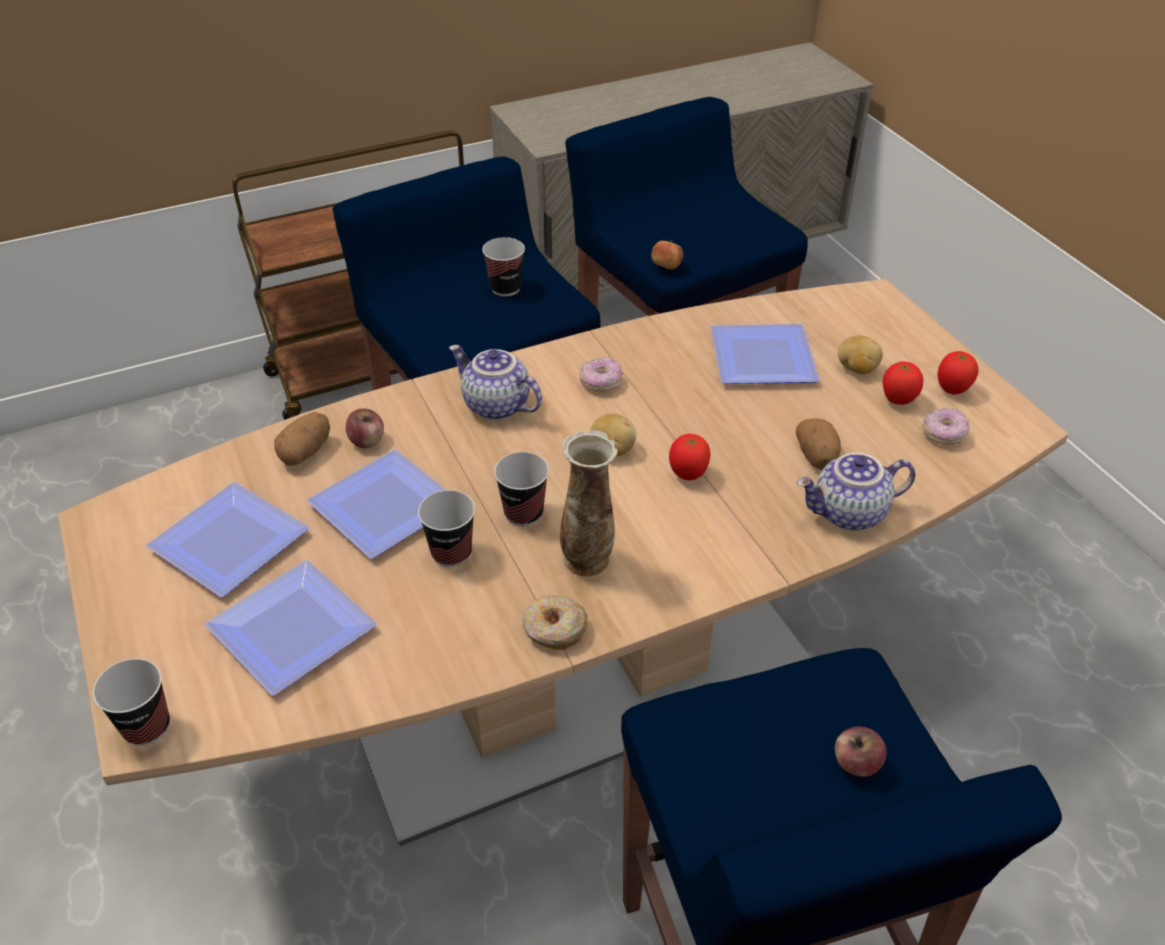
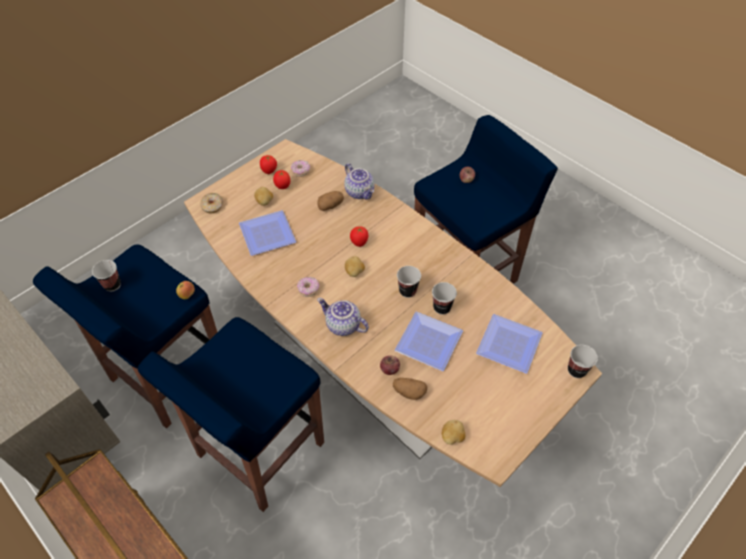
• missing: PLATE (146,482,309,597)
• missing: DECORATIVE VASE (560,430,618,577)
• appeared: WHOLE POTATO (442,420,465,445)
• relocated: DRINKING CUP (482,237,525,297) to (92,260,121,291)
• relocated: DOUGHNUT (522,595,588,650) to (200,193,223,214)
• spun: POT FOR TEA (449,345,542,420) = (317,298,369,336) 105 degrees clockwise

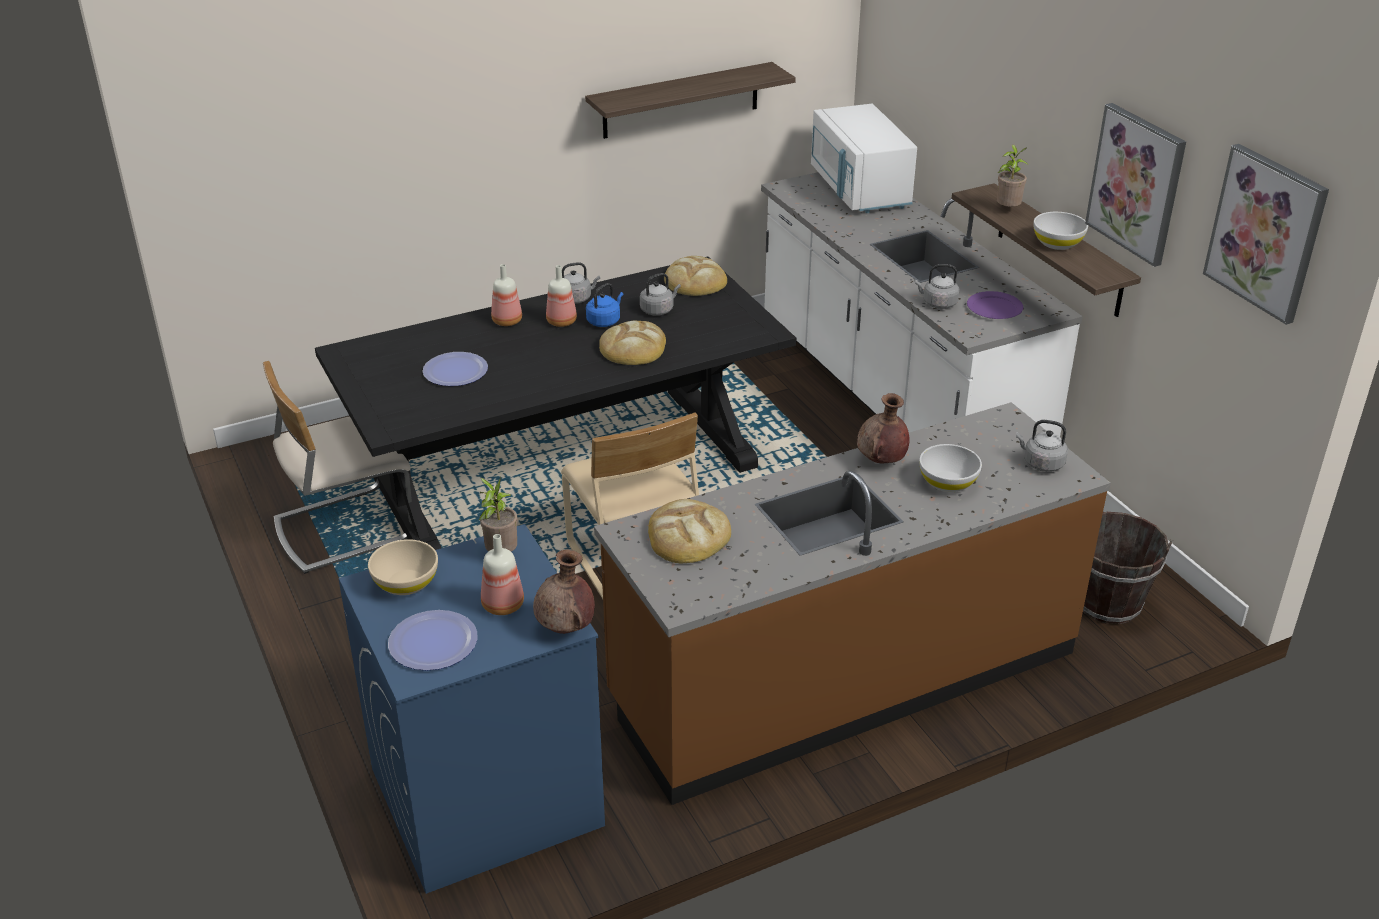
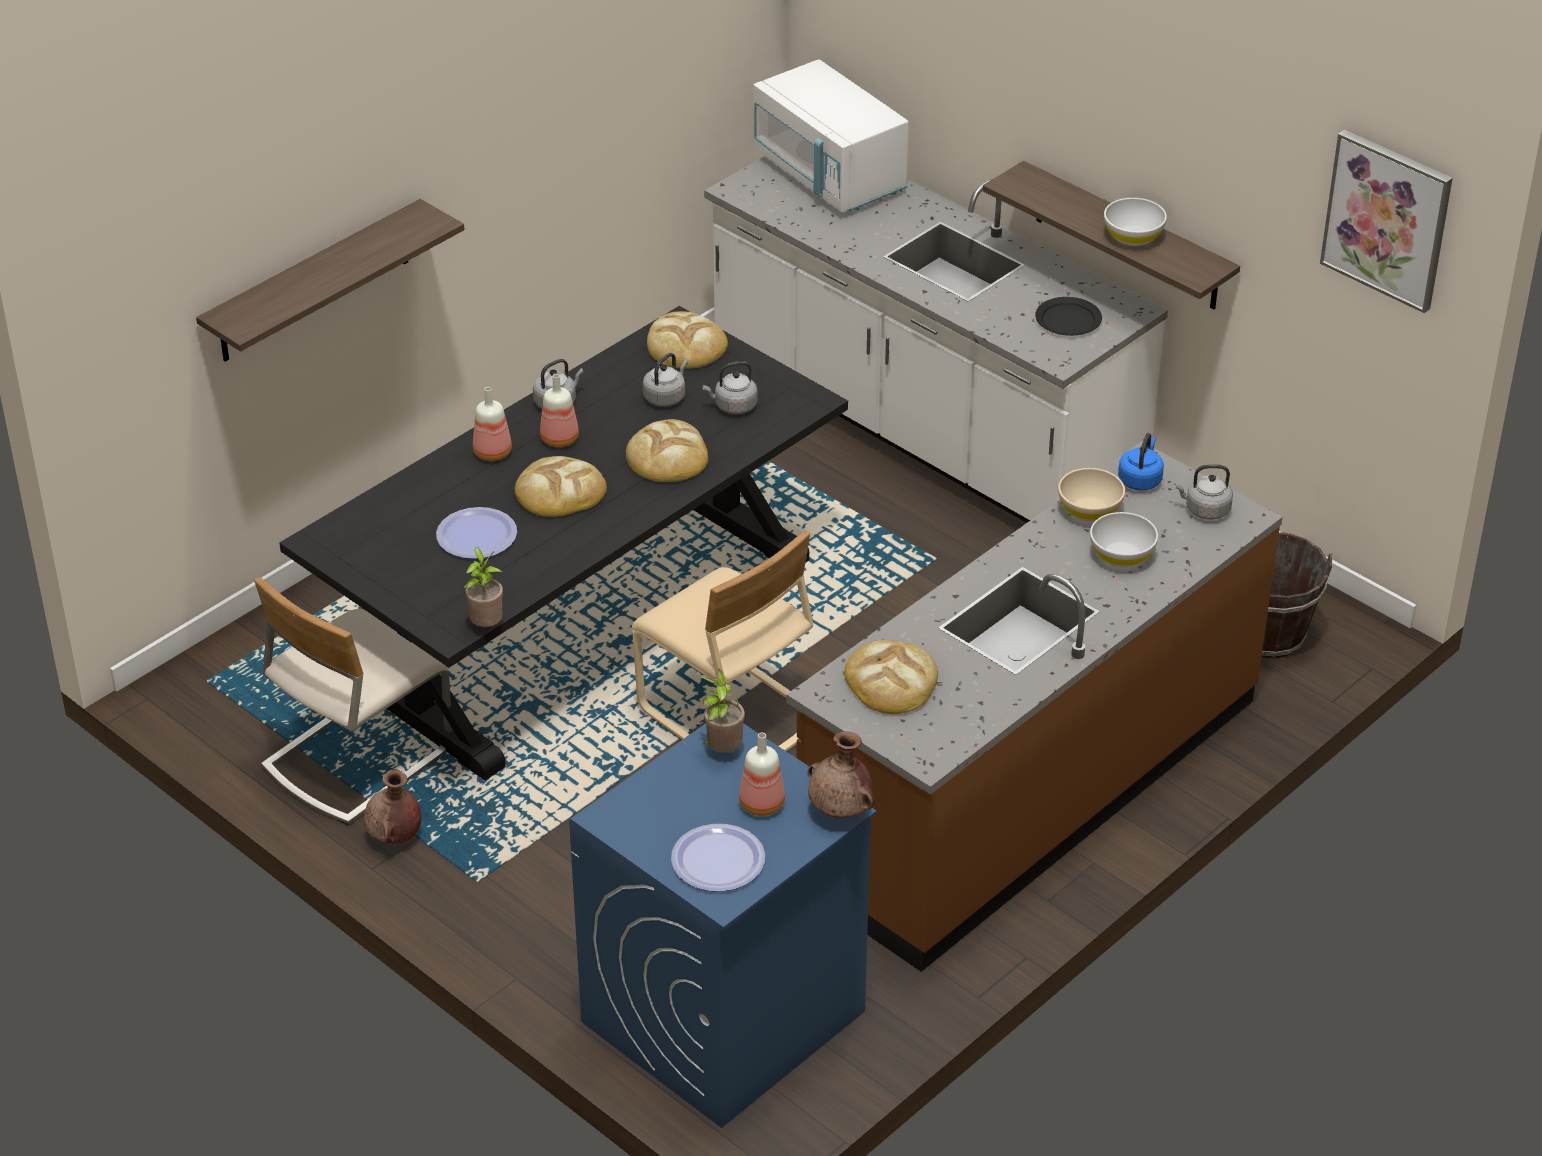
• missing: WALL ART (1085,103,1186,267)
• appeared: BAKERY BREAD (515,456,607,517)
• relocated: BEIGE-COLOURED BOWL (368,539,438,595) to (1058,468,1125,522)
• relocated: BRACKET SHELF (585,62,796,139) to (196,199,464,362)
• relocated: BLUISH TEA KETTLE (586,283,624,327) to (1118,433,1164,491)
• relocated: BROWNISH DECORATIVE VASE (857,393,910,463) to (364,770,421,843)
• relocated: GREY TEA KETTLE (915,264,960,309) to (702,361,758,414)
• relocated: POTTED PLANT (997,144,1029,207) to (464,547,503,627)
• colour: PURPLISH PLATE (967,291,1023,319) to BLACK-COLOURED PLATE (1035,297,1102,336)

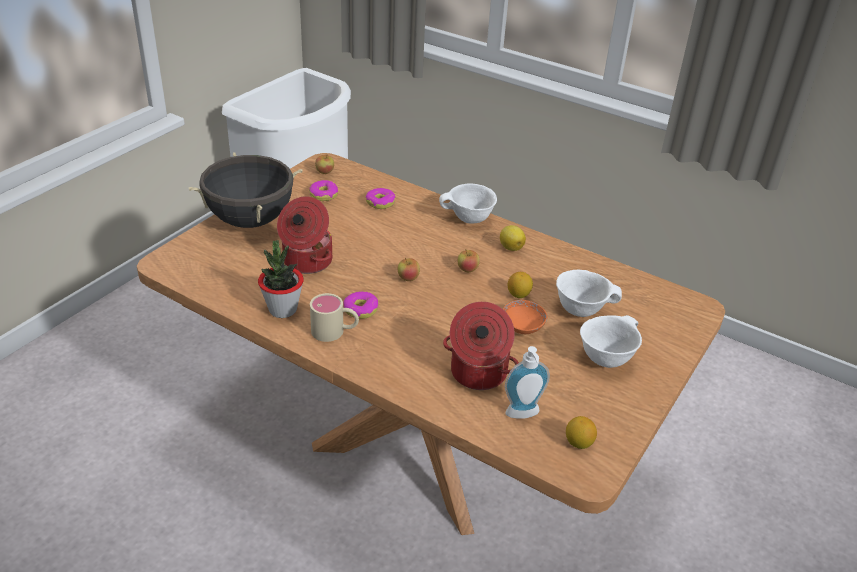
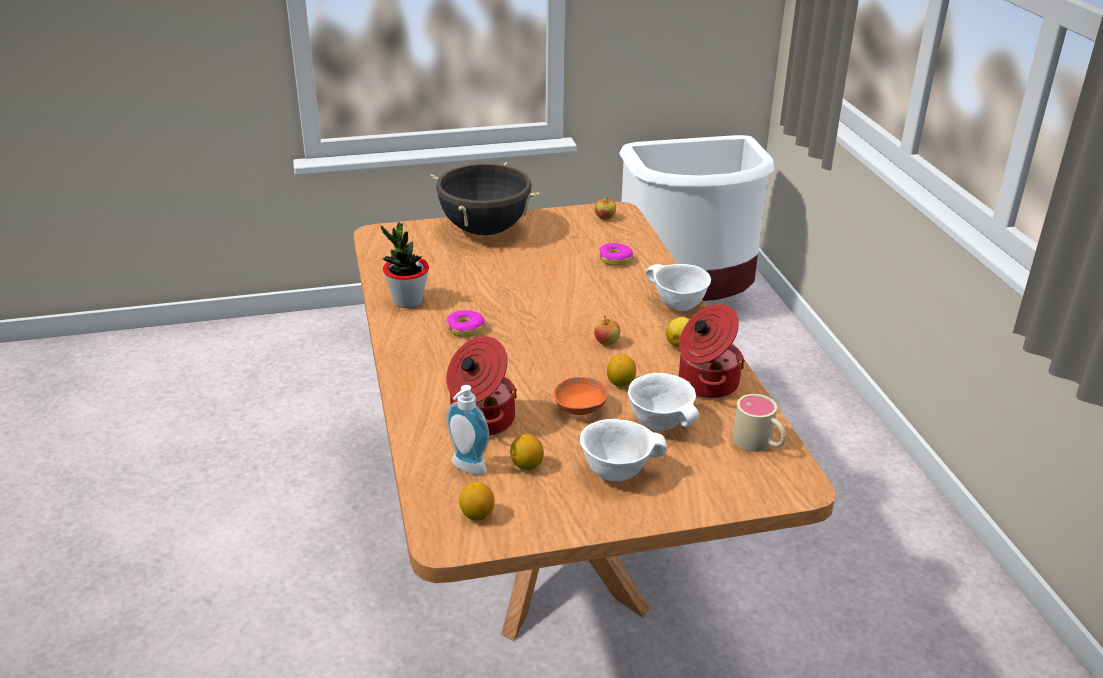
• missing: DOUGHNUT (309,180,338,201)
• missing: APPLE FRUIT (398,258,420,281)
• appeared: LEMON (510,434,544,470)
• relocated: COOKING POT (277,196,332,274) to (679,304,745,398)
• relocated: BEIGE-COLOURED TEA MUG (310,293,359,342) to (733,394,786,452)

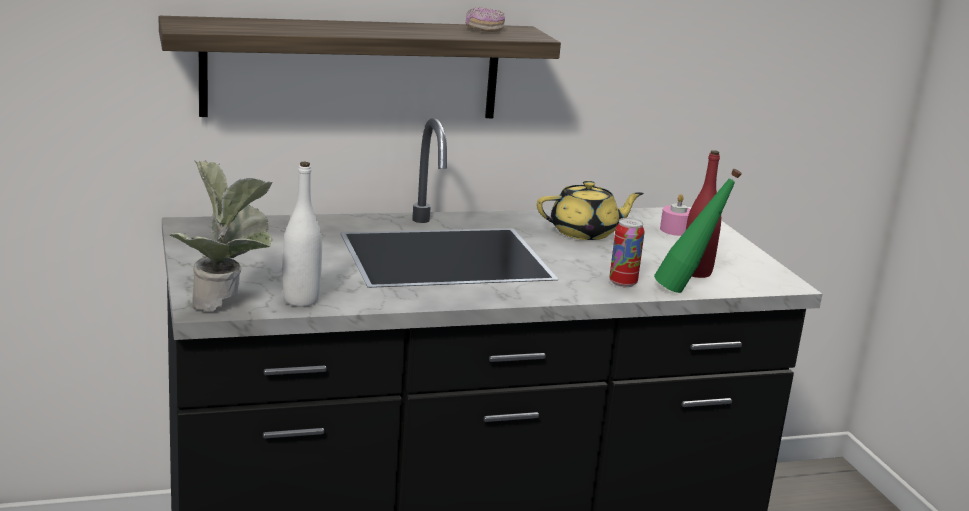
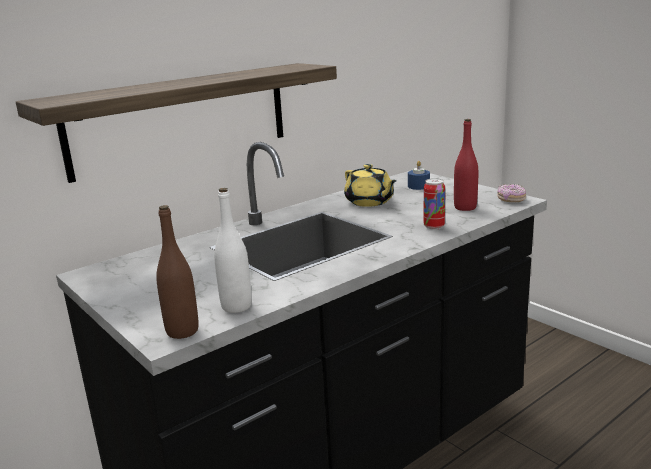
• missing: GREEN BEVERAGE BOTTLE (654,169,742,293)
• relocated: DOUGHNUT (465,7,505,32) to (497,184,526,202)
• exchanged: POTTED PLANT (170,160,273,311) to BROWNISH BEVERAGE BOTTLE (156,205,199,339)
• colour: PINKISH WAX LIGHT (660,194,690,236) to BLUISH WAX LIGHT (408,161,430,190)
• spun: YELLOW-COLOURED POT FOR TEA (537,181,644,240) = (344,164,397,207) 90 degrees clockwise

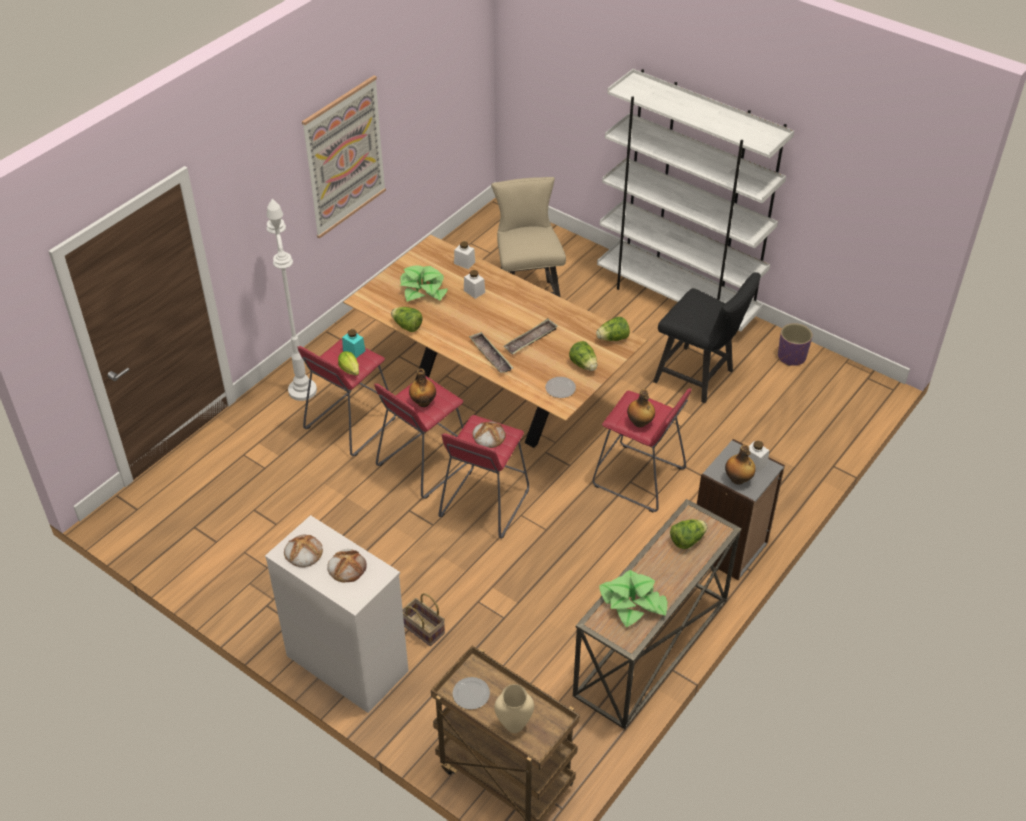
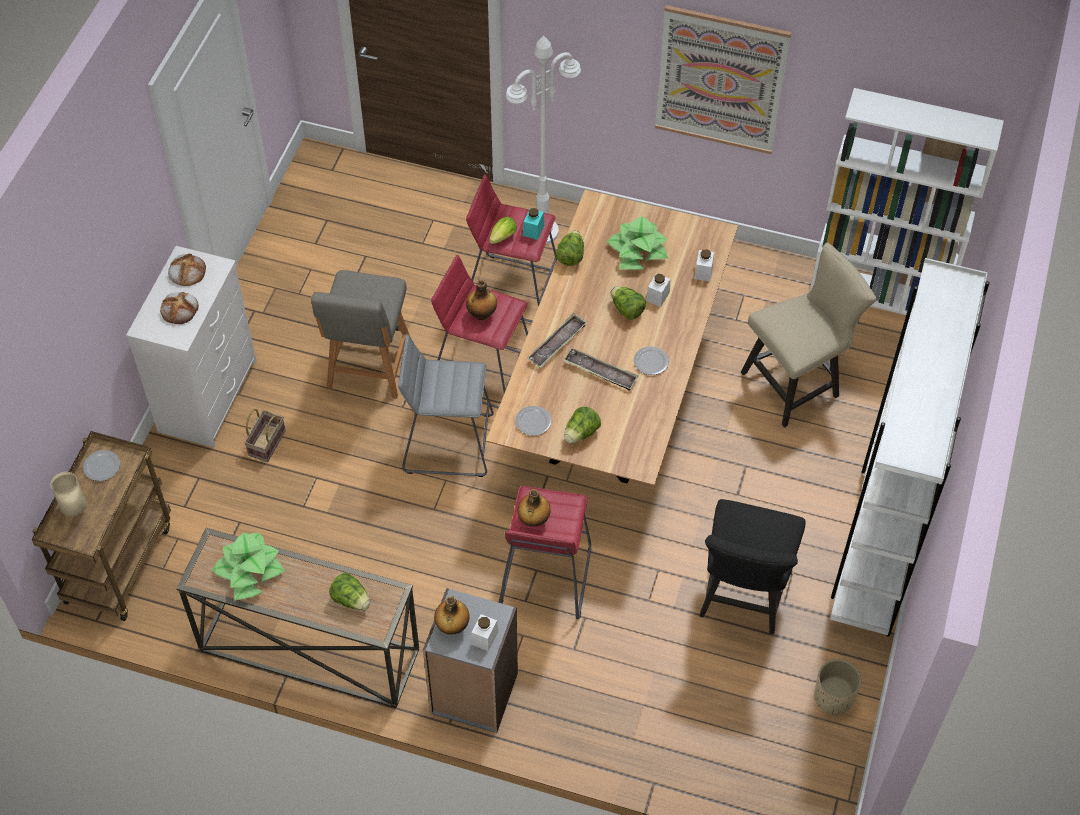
• missing: BAKERY BREAD (472,421,506,448)
• appeared: GREY CHAIR (311,270,410,399)
• appeared: PLATE (634,346,669,375)
• appeared: WHITISH SHELVING UNIT (809,88,1004,315)
• relocated: LETTUCE HEAD (596,317,630,341) to (611,286,646,320)
• colour: REDDISH STOOL (438,415,529,539) to GREY STOOL (398,334,494,477)
• colour: PURPLISH FLOWER POT (778,323,813,366) to BEIGE-COLOURED FLOWER POT (814,659,862,715)

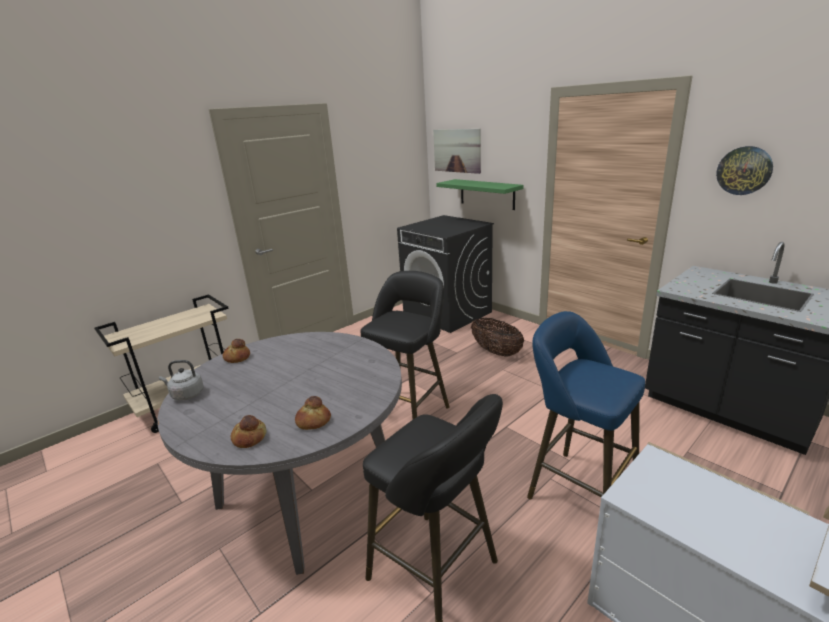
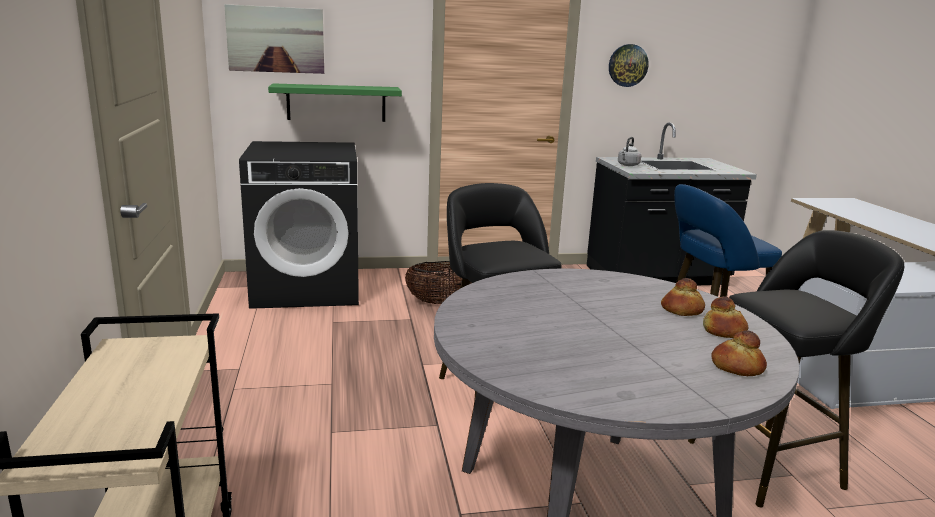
• relocated: GREY TEA KETTLE (159,360,204,401) to (618,137,641,166)
• relocated: BAKERY BREAD (223,339,250,363) to (661,278,705,316)

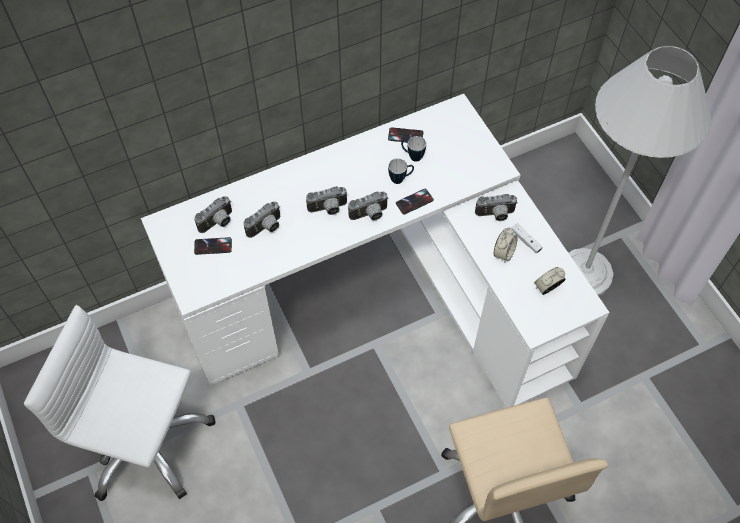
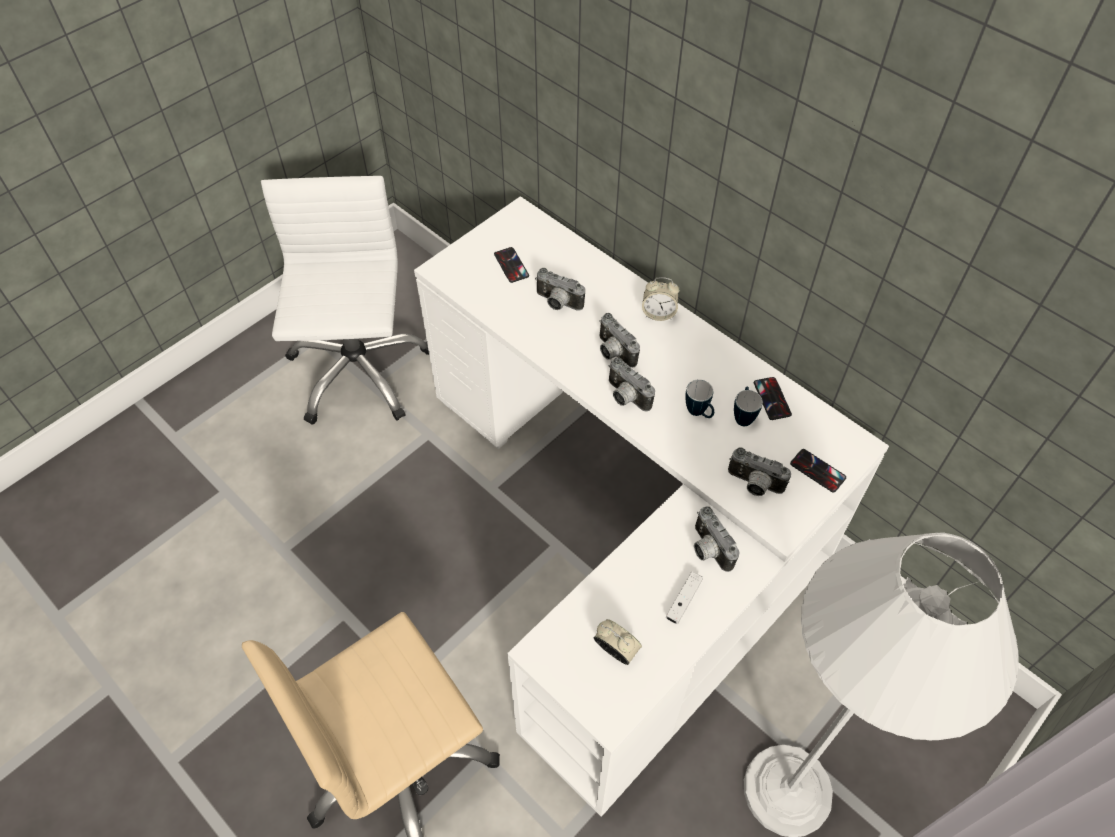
• relocated: STILL CAMERA (194,196,232,233) to (728,447,791,496)
• relocated: TELEPHONE (396,189,434,215) to (790,449,846,493)
• relocated: TABLE CLOCK (494,228,518,262) to (642,277,679,321)

